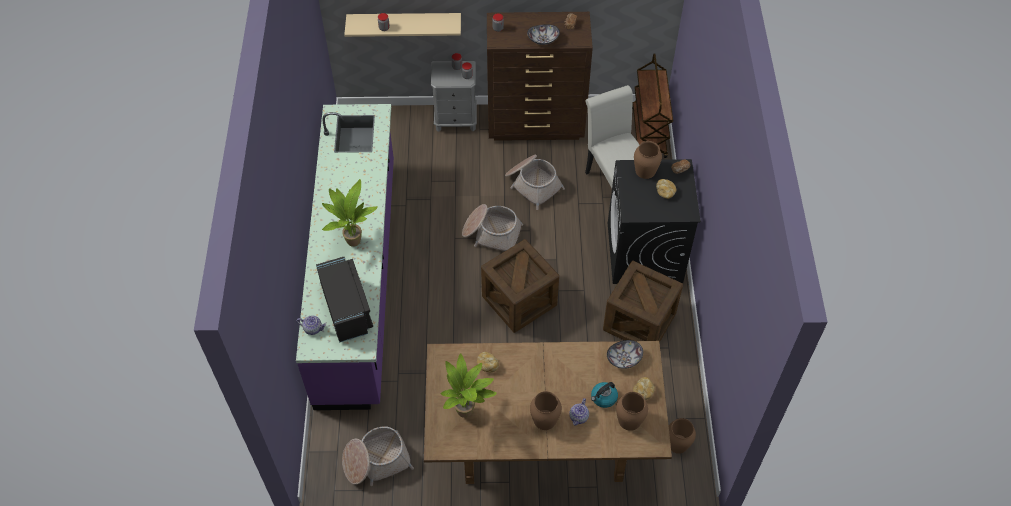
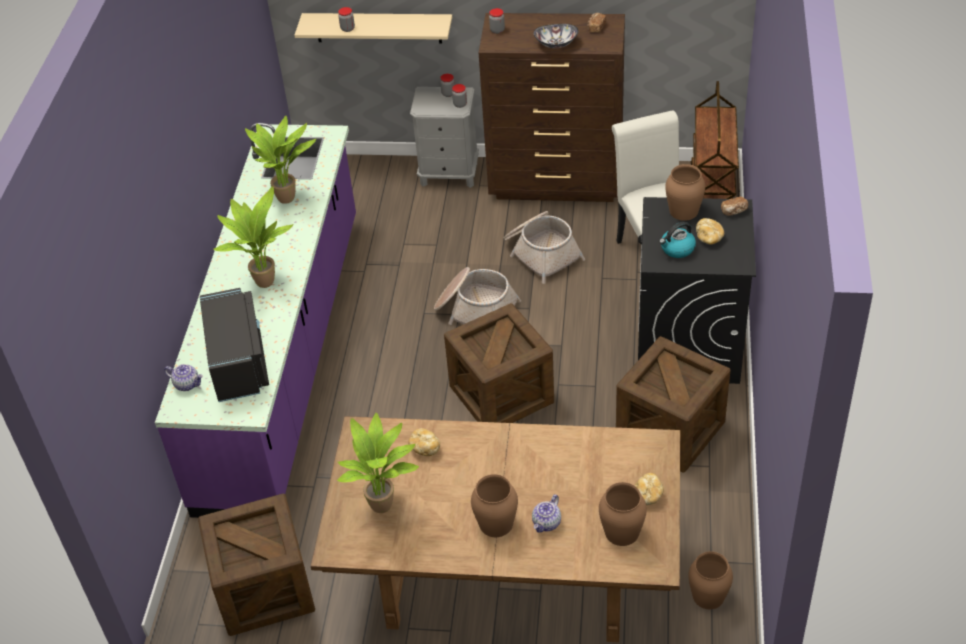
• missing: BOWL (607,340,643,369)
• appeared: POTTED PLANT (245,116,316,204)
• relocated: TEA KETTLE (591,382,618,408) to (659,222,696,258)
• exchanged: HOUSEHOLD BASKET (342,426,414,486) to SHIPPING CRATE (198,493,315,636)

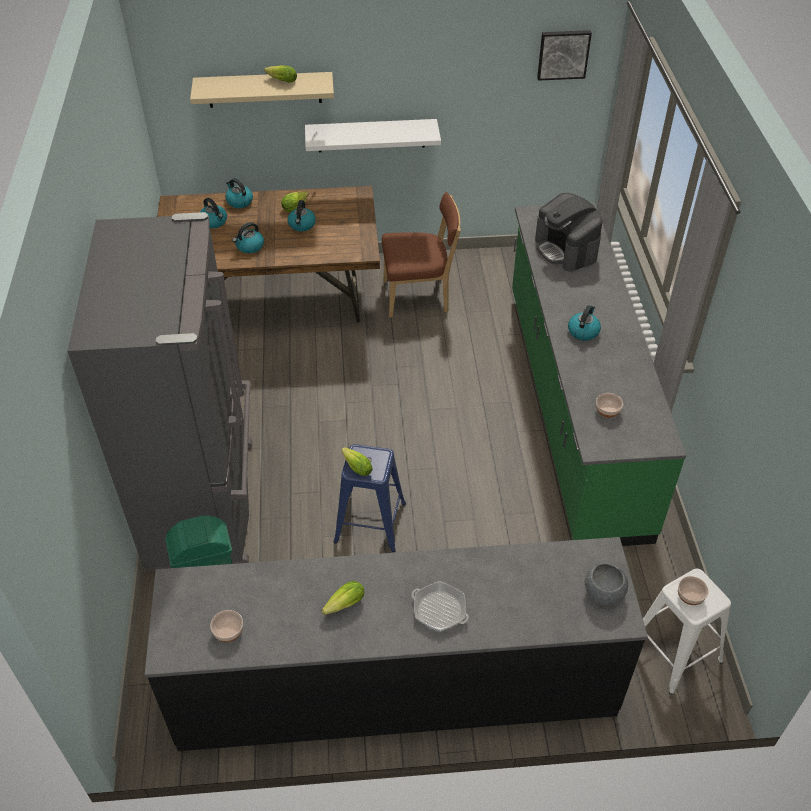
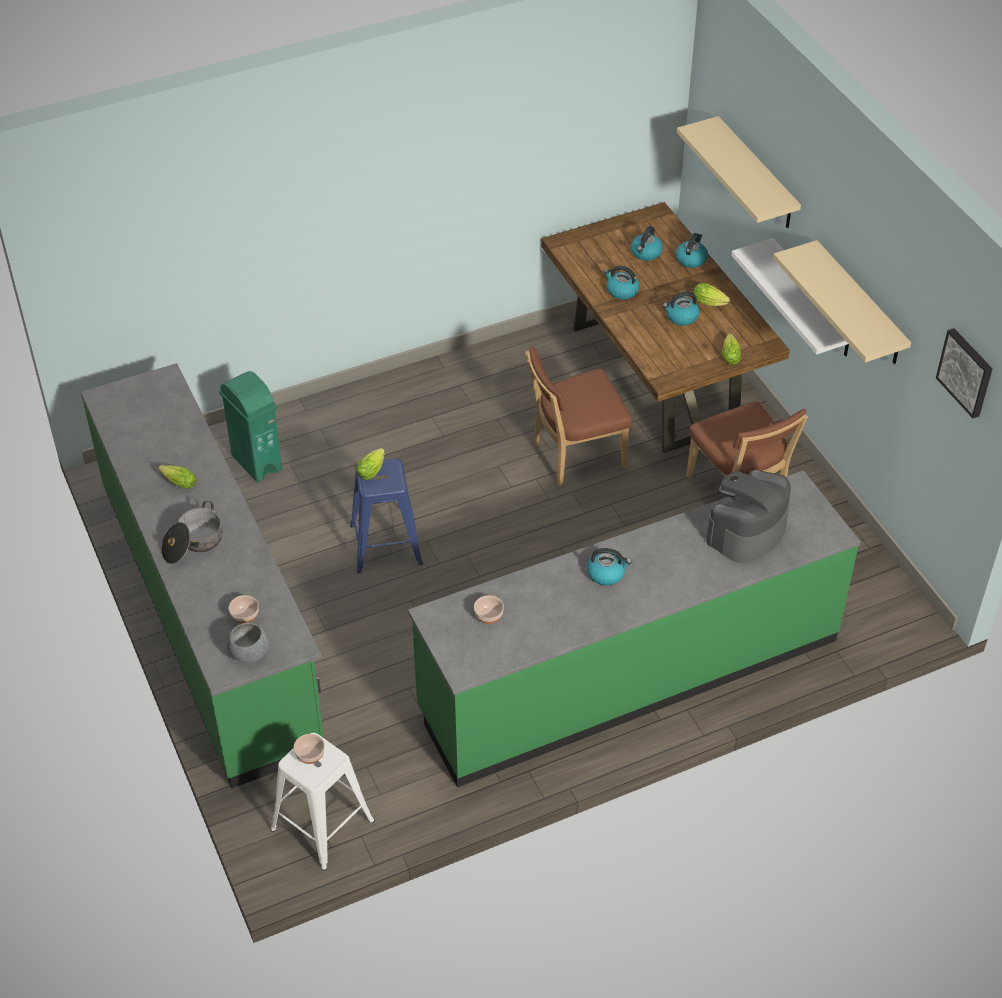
• missing: GREY KITCHEN FRIDGE (67,212,252,571)
• appeared: BROWNISH CHAIR (526,346,632,485)
• appeared: BEIGE-COLOURED BRACKET SHELF (773,240,911,364)
• relocated: BOWL (210,610,243,642) to (229,595,259,624)
• relocated: LETTUCE HEAD (264,65,297,83) to (722,333,741,365)
• exchanged: SKILLET (412,581,469,632) to COOKING POT (161,501,222,564)
• colour: BLACK-COLOURED KITCHEN COUNTER (144,537,648,751) to GREEN KITCHEN COUNTER (81,363,324,788)

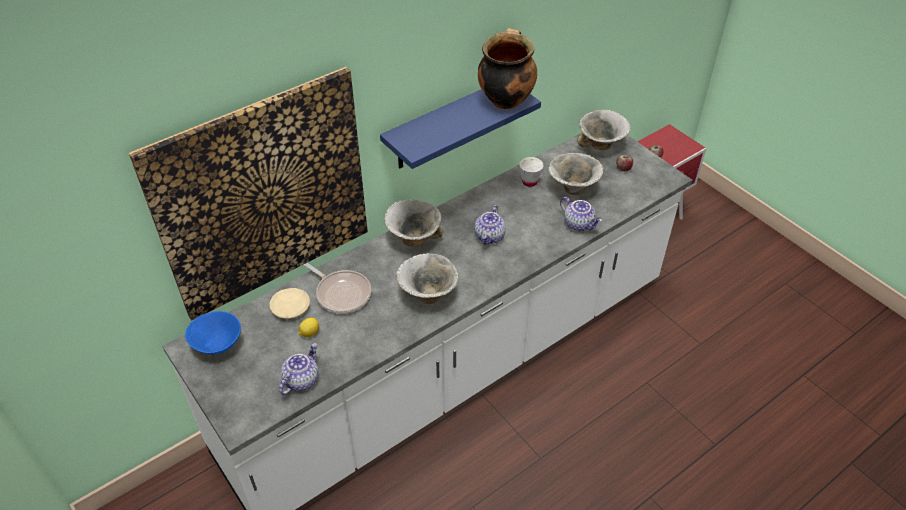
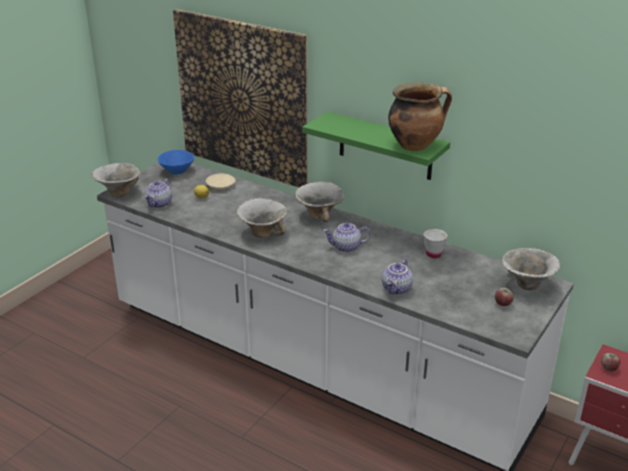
• missing: SKILLET (303,263,371,314)
• relocated: BOWL (549,153,603,195) to (92,163,140,198)
• colour: BLUISH BRACKET SHELF (380,89,541,169) to GREEN BRACKET SHELF (302,111,450,180)
• spun: POT FOR TEA (279,343,318,395) = (144,178,172,208) 105 degrees clockwise

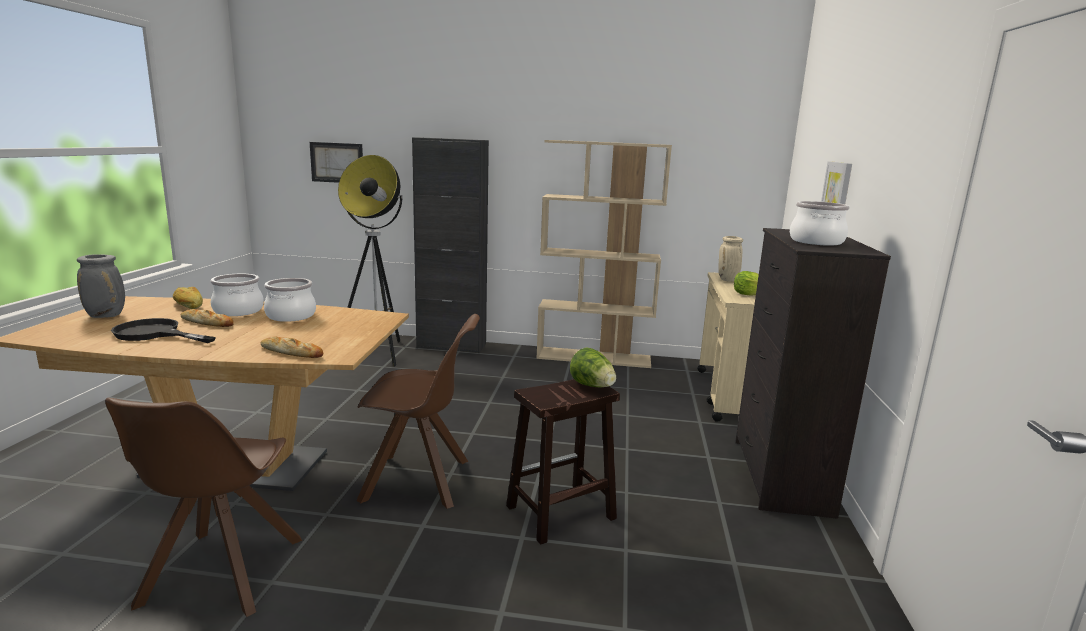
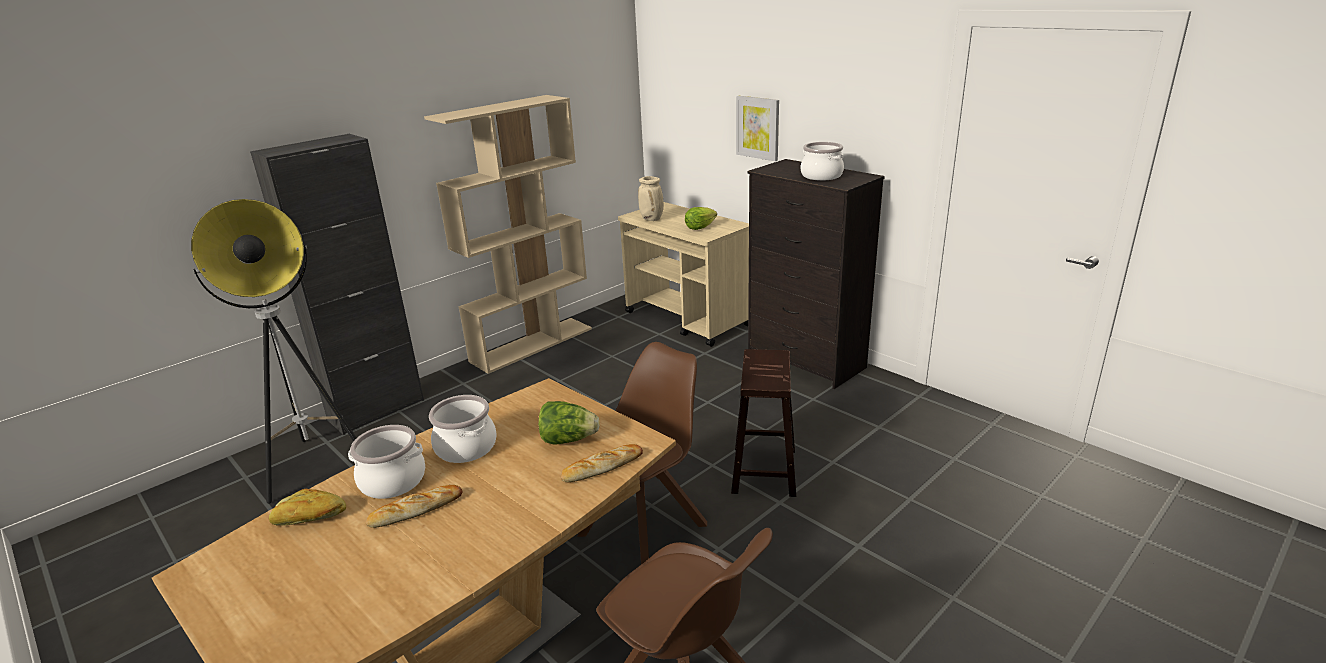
• missing: GREY DECORATIVE VASE (77,254,125,318)
• missing: BLACK-COLOURED SKILLET (111,318,216,343)
• missing: WALL ART (310,142,363,183)
• relocated: LETTUCE HEAD (570,347,616,387) to (538,401,600,444)

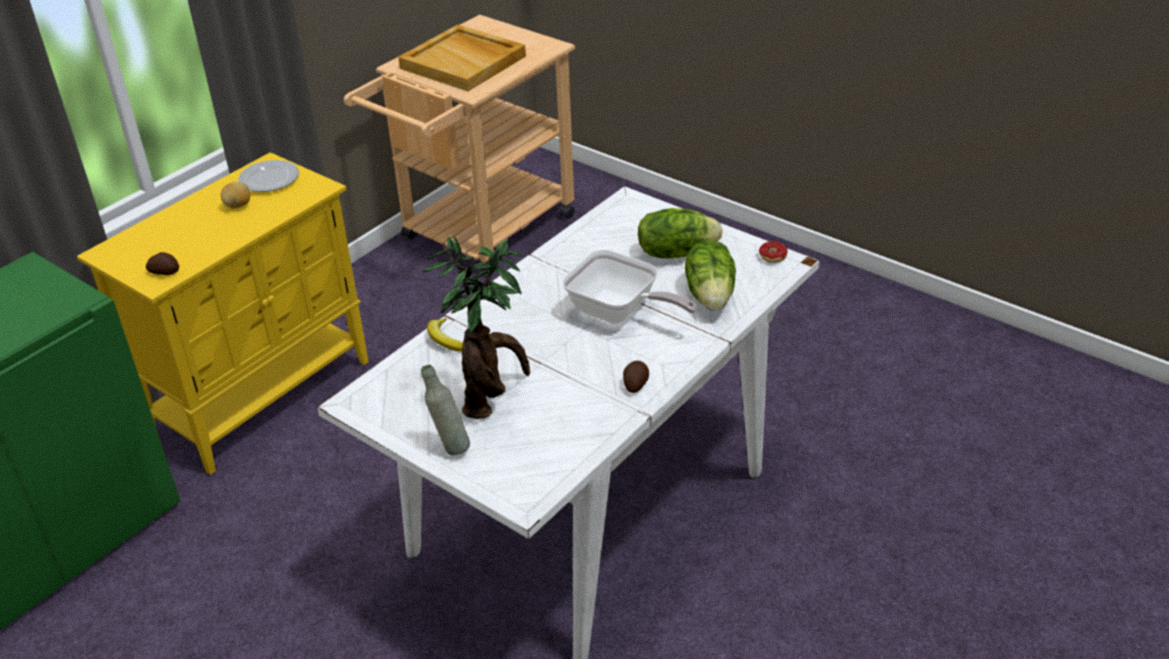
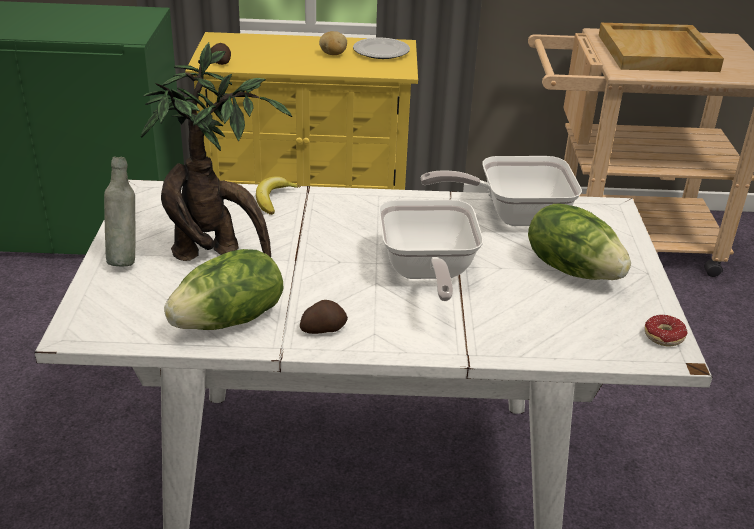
• appeared: SKILLET (421,156,582,226)
• relocated: LETTUCE HEAD (685,240,736,311) to (164,249,283,330)

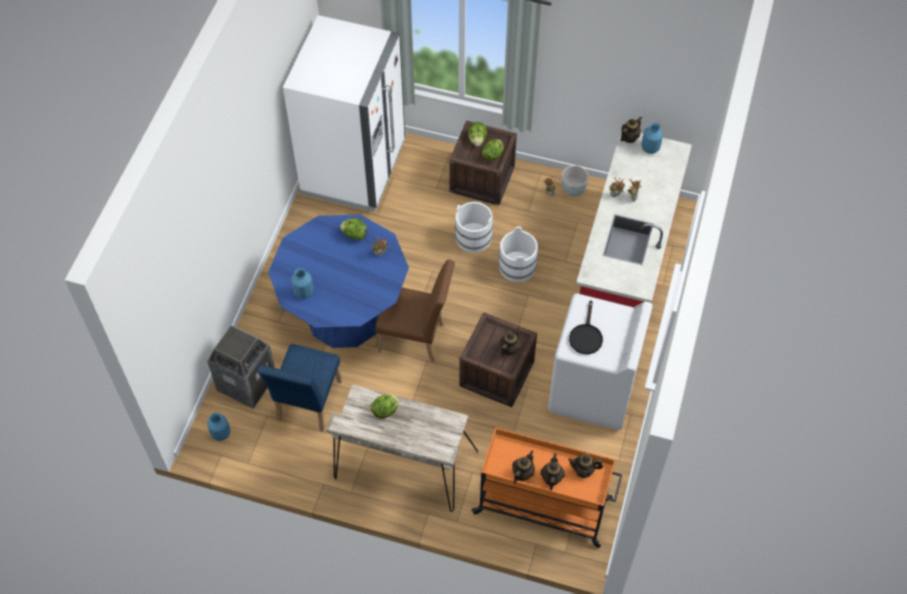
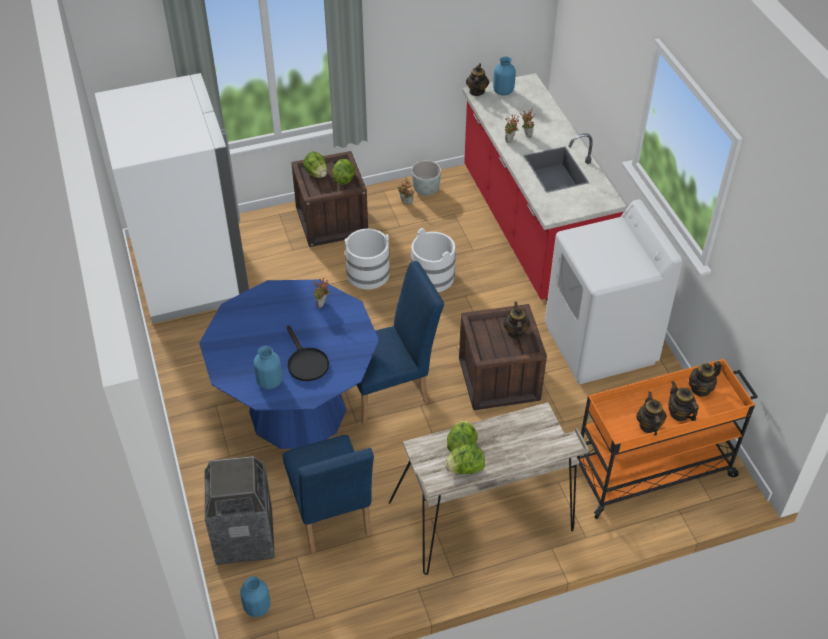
• relocated: LETTUCE HEAD (340,218,367,240) to (445,444,485,474)
• relocated: BLACK-COLOURED SKILLET (569,300,603,354) to (287,325,329,381)
• colour: BROWNISH CHAIR (375,259,455,362) to BLUISH CHAIR (357,261,444,426)

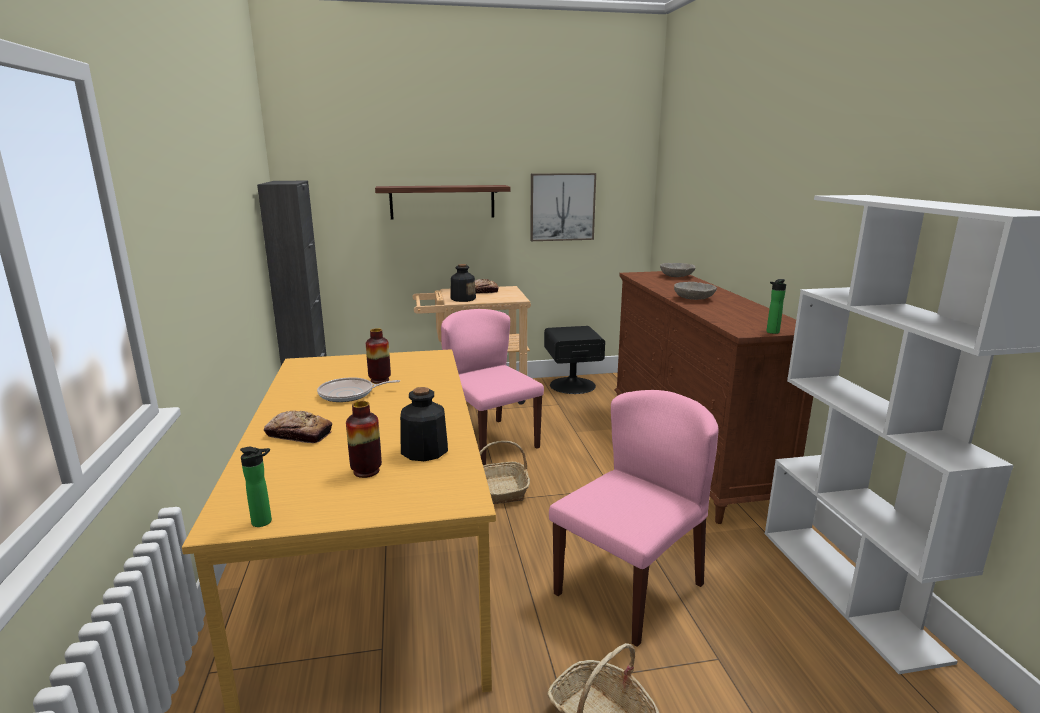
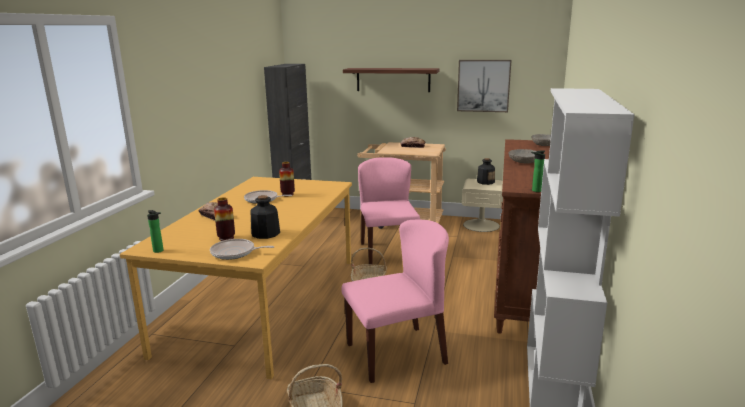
• appeared: SKILLET (210,239,274,260)
• relocated: BEVERAGE BOTTLE (450,264,476,302) to (477,158,495,185)
• colour: BLACK-COLOURED NIGHTSTAND (544,326,605,394) to BEIGE-COLOURED NIGHTSTAND (462,179,503,232)

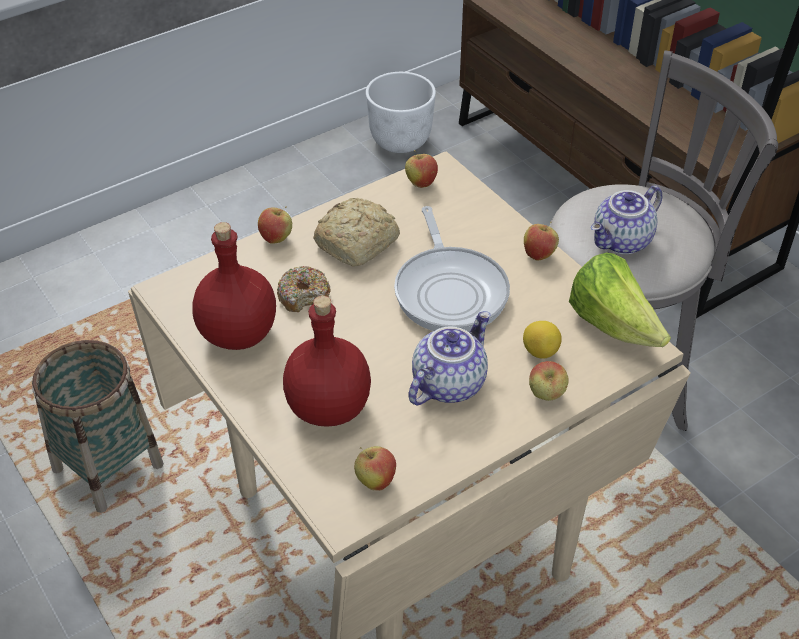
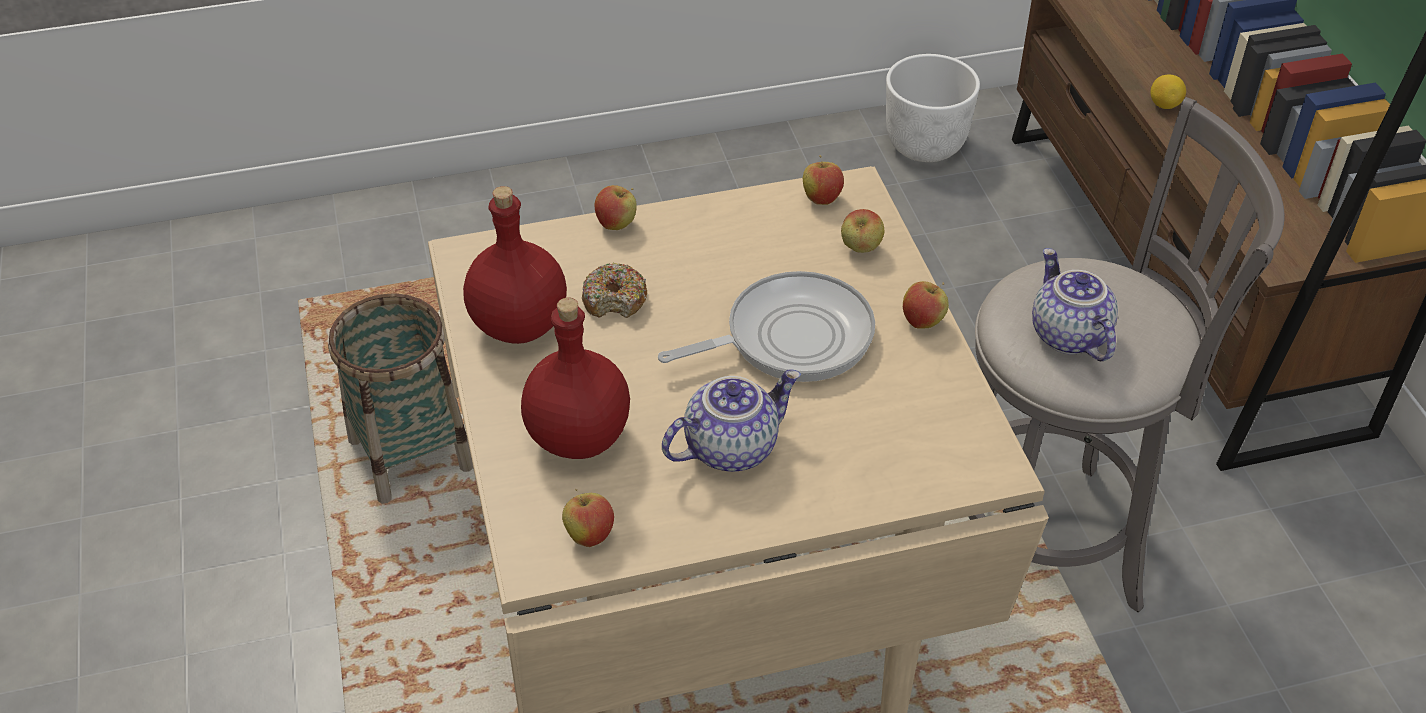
• missing: BAKERY BREAD (313,198,400,267)
• missing: LETTUCE HEAD (569,252,671,347)
• relocated: LEMON (523,321,562,359) to (1150,74,1186,109)
• relocated: APPLE FRUIT (529,361,568,401) to (841,209,885,253)
• spun: SKILLET (394,206,510,332) = (658,271,875,382) 120 degrees counterclockwise
• spun: POT FOR TEA (591,186,663,254) = (1032,248,1118,361) 90 degrees clockwise

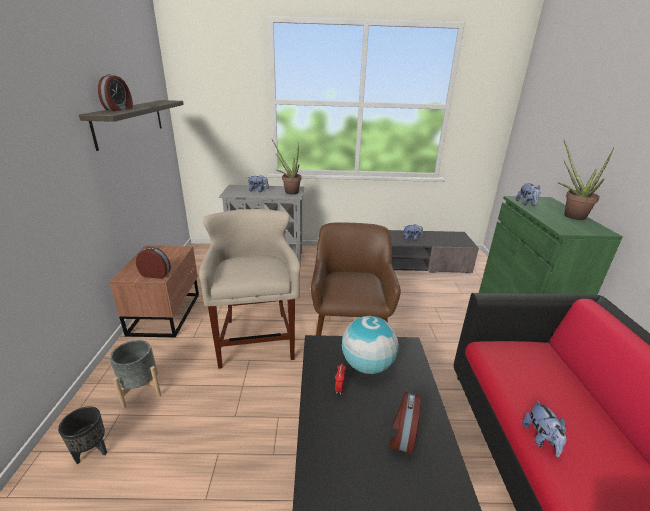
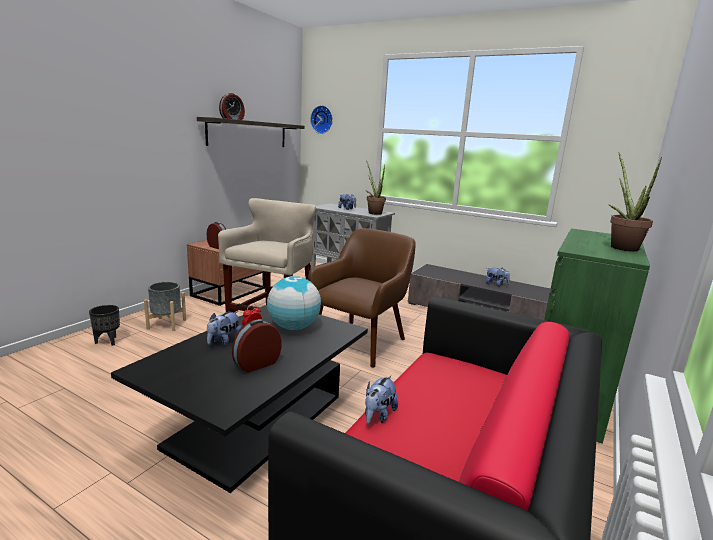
• appeared: HANGING CLOCK (310,105,333,134)
• relocated: CUDDLY TOY (516,183,541,206) to (207,311,242,346)

